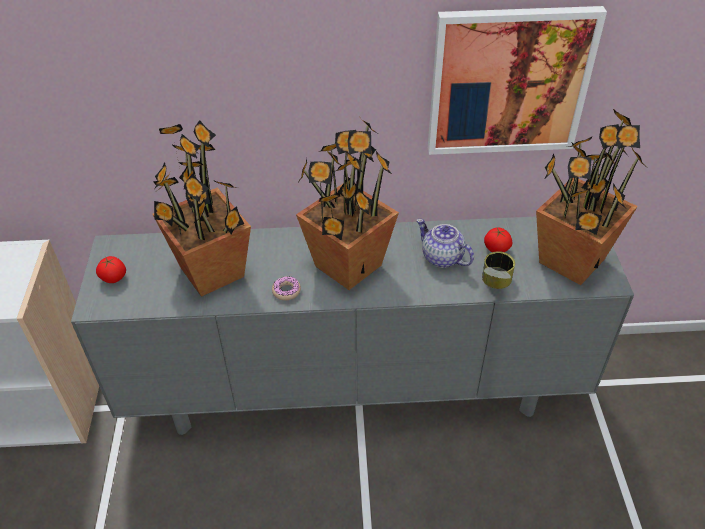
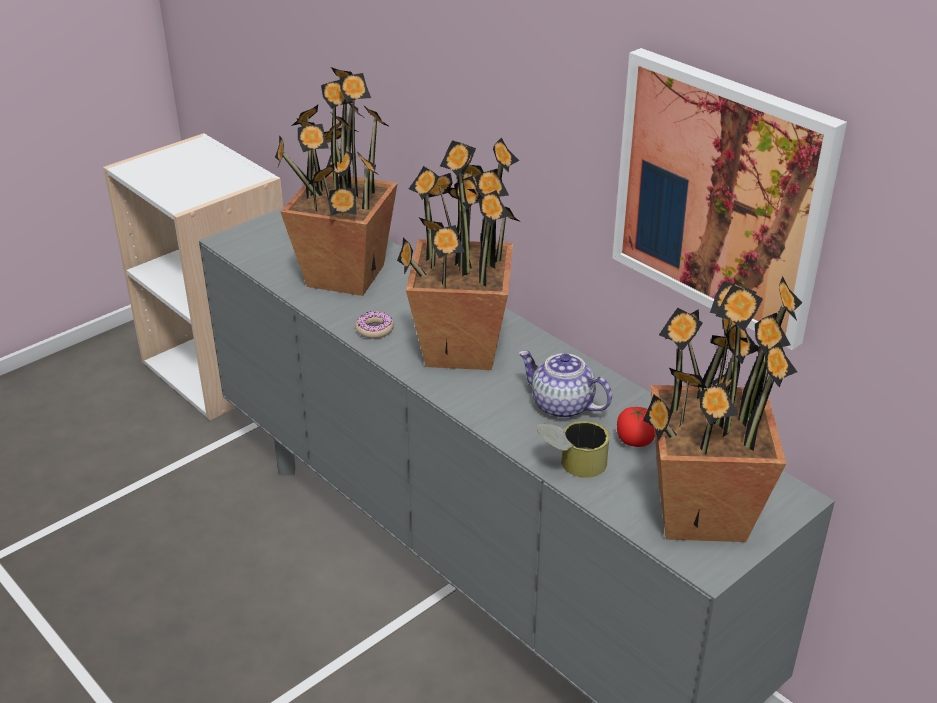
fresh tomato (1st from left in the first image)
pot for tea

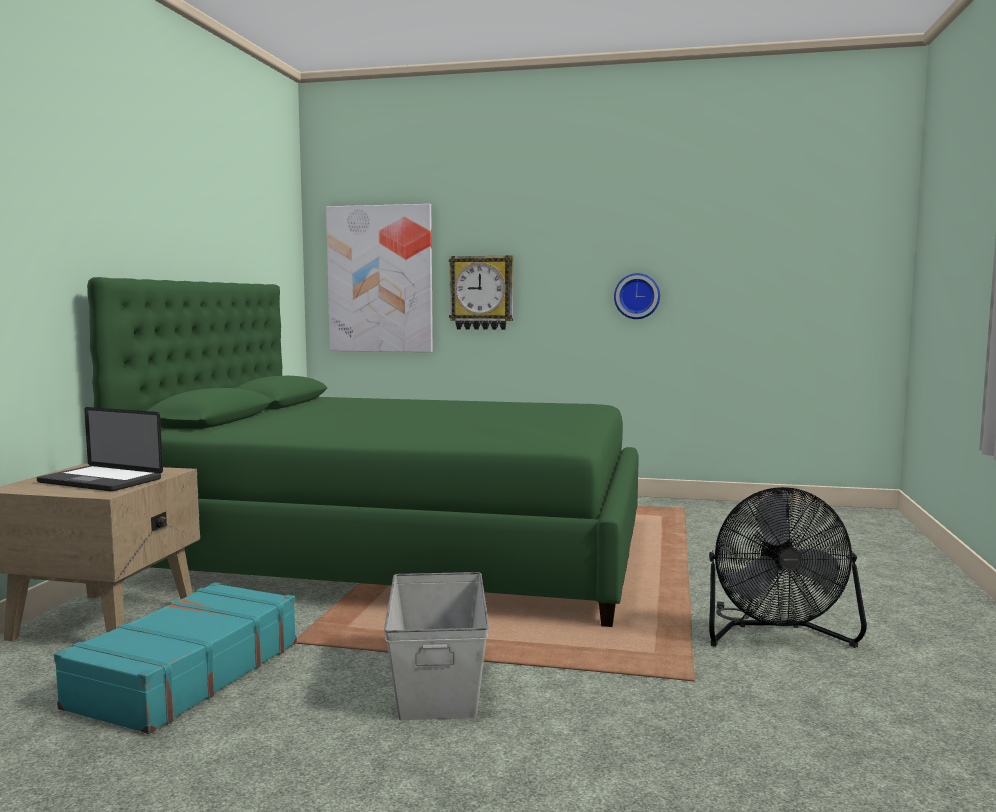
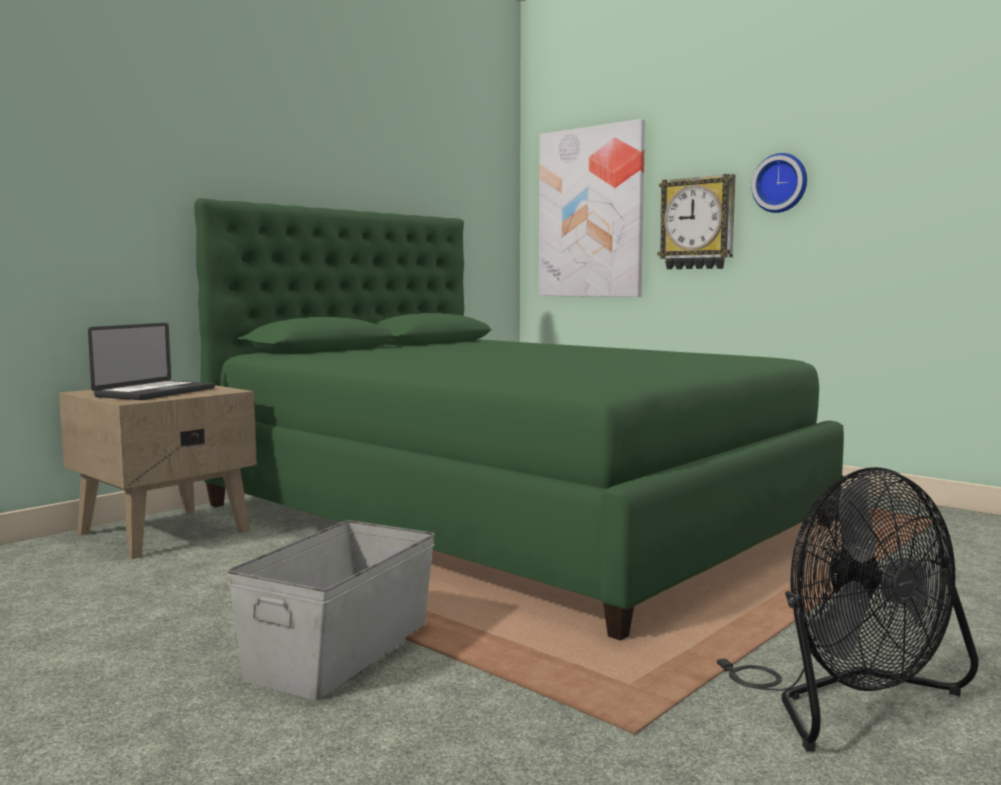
turquoise-coloured travel case
clock on the wall (2nd from left)
laptop
black fan

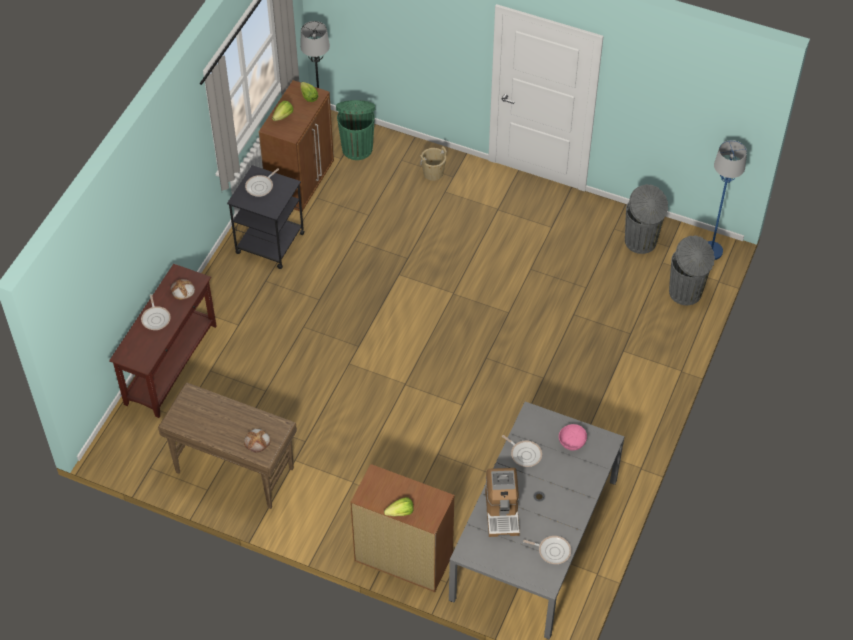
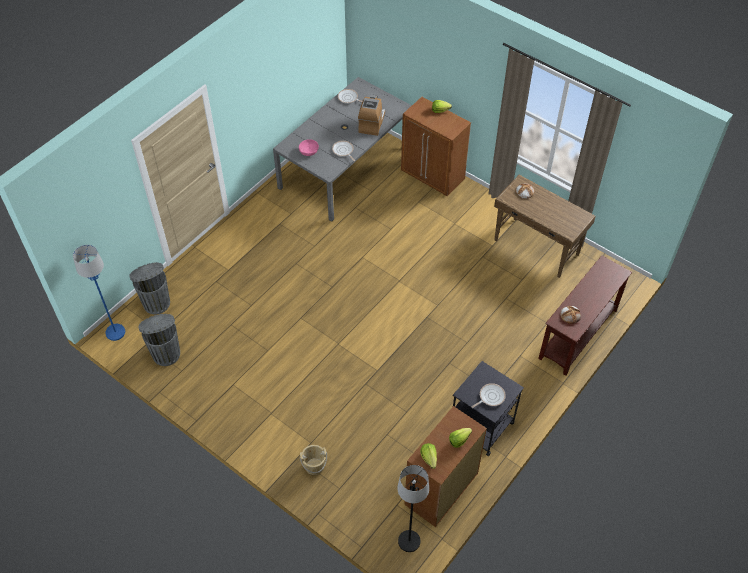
pan (1st from left in the first image)
green-coloured trash can

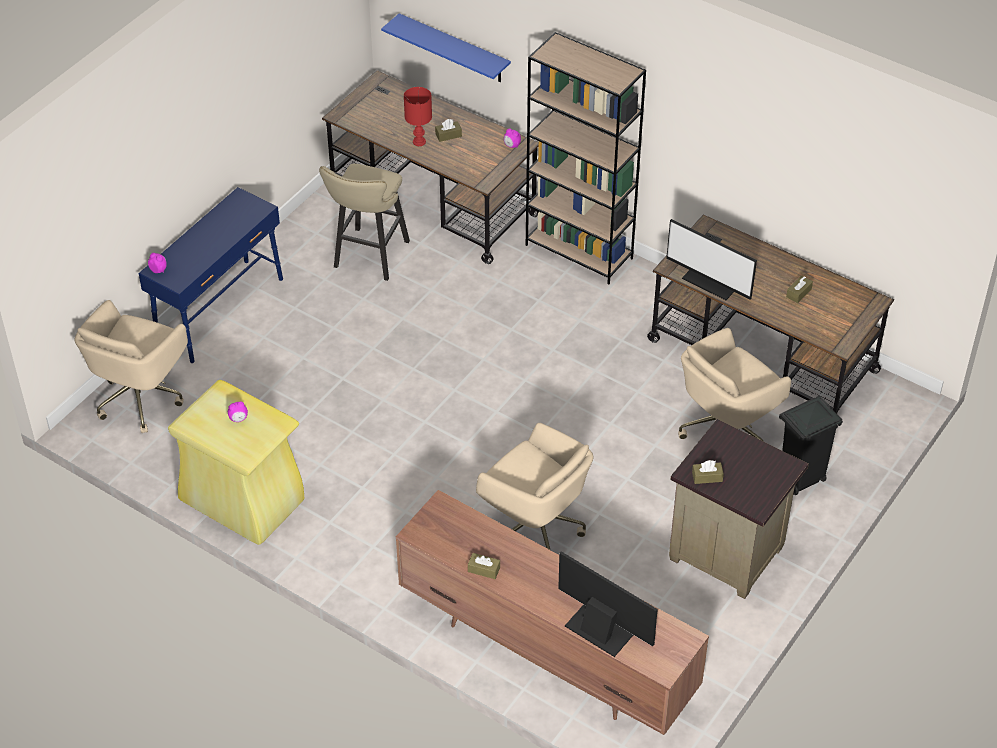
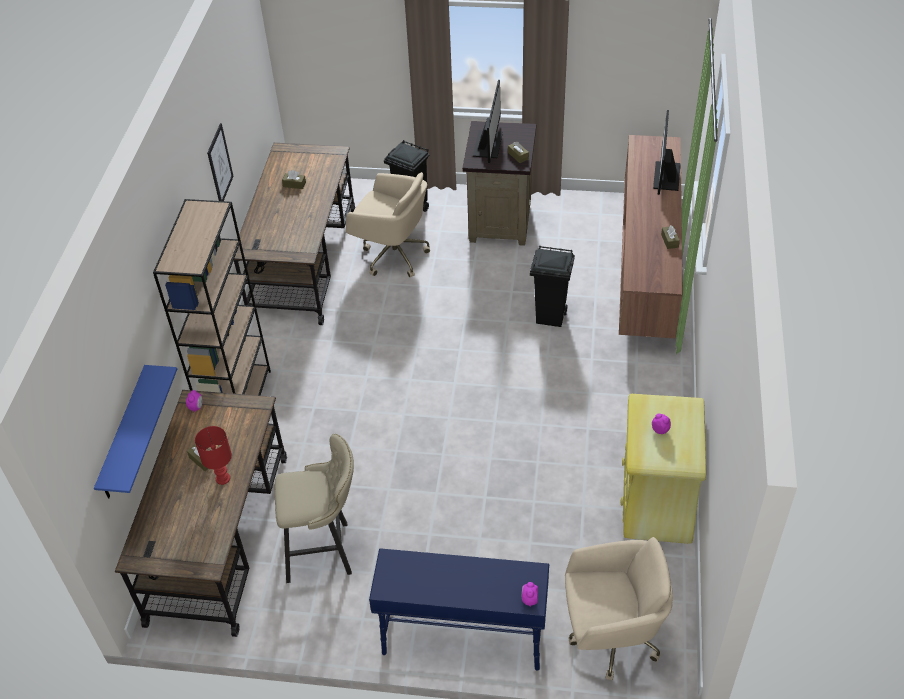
picture
computer display (1st from left)
black trash can (2nd from left)

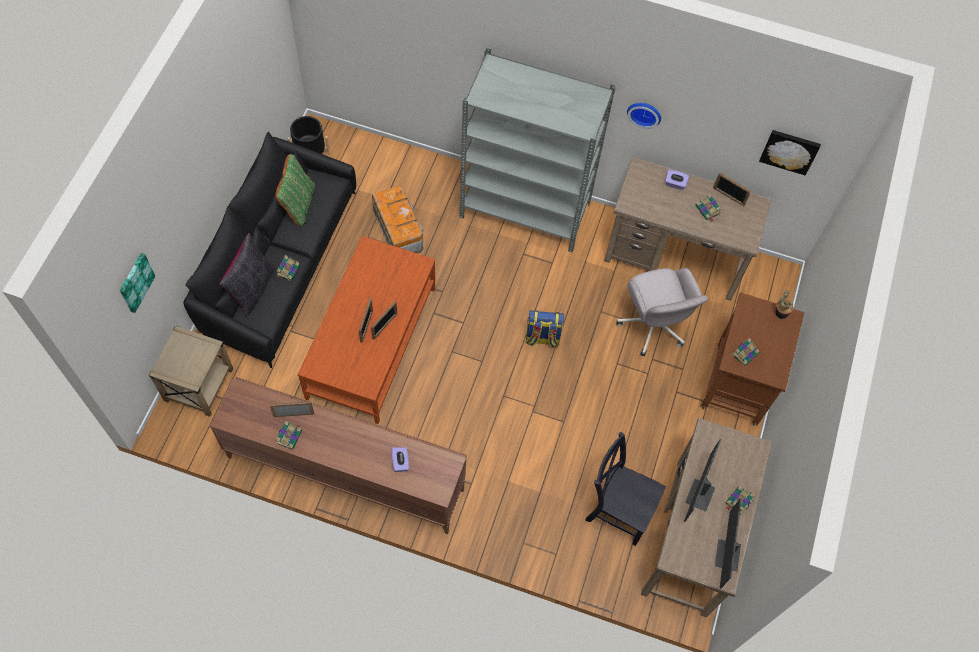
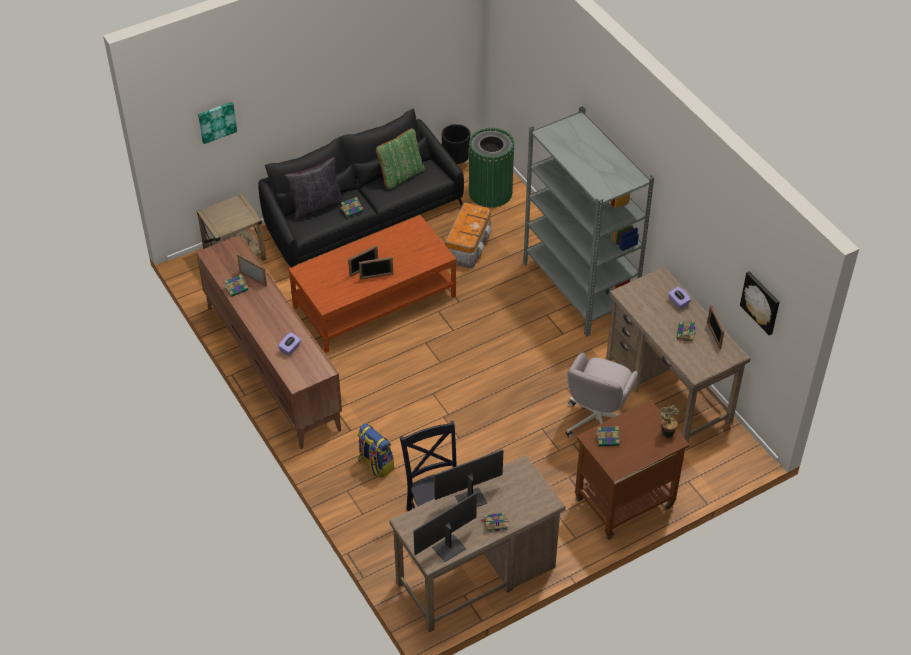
clock on the wall
green-coloured trash can
rucksack

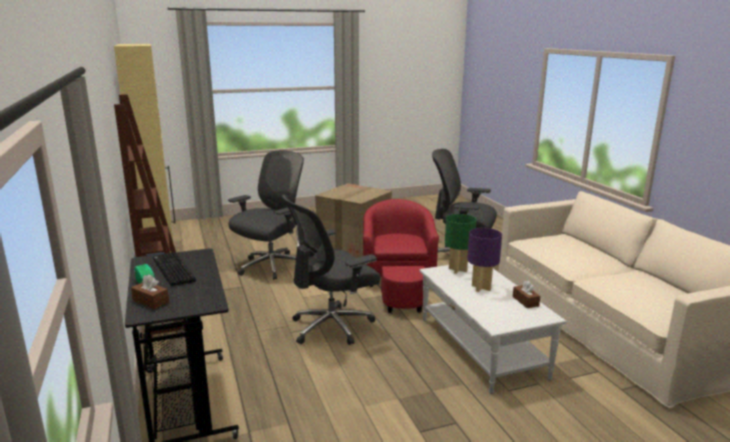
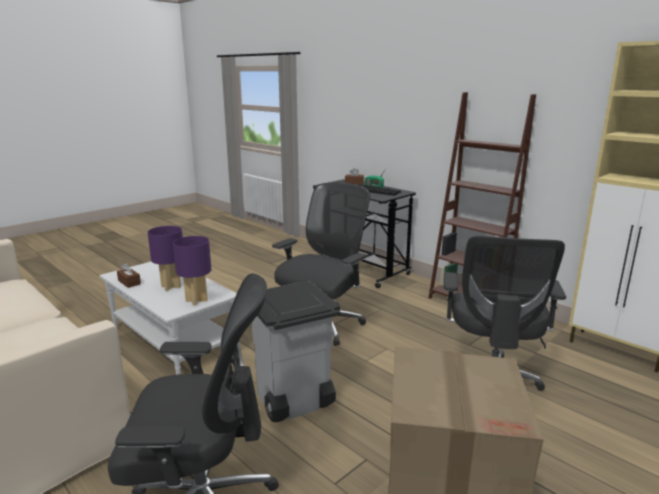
greyish trash can
purplish table lamp (2nd from left)

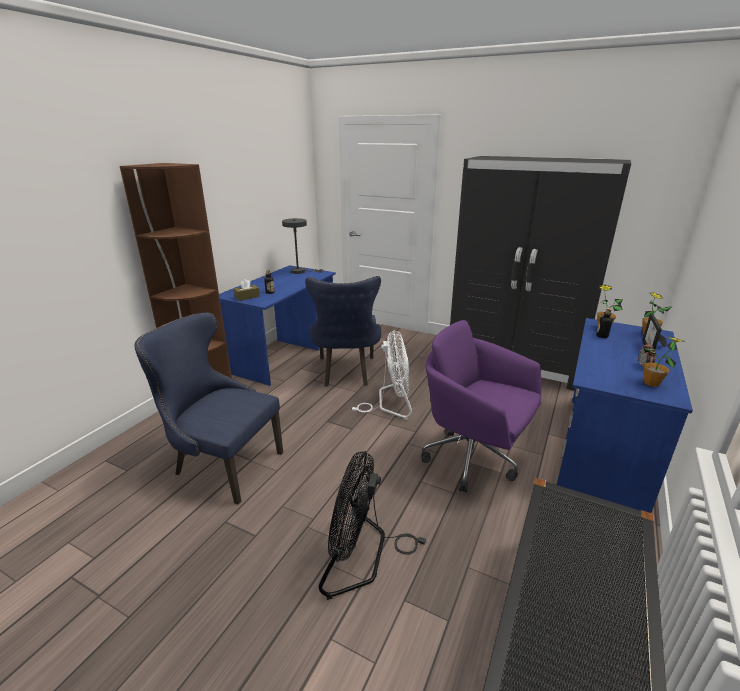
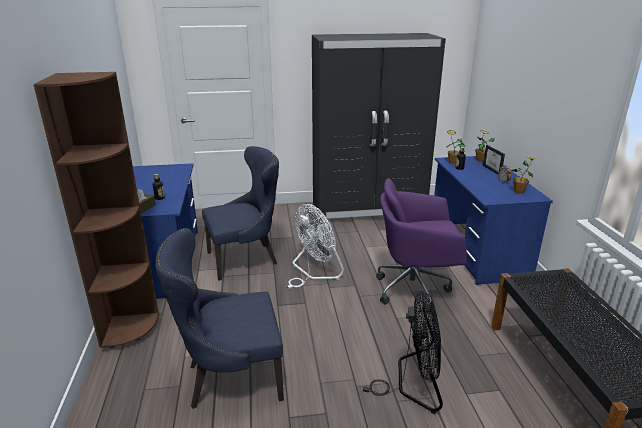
greyish table lamp
blue chair (2nd from left)
black fan

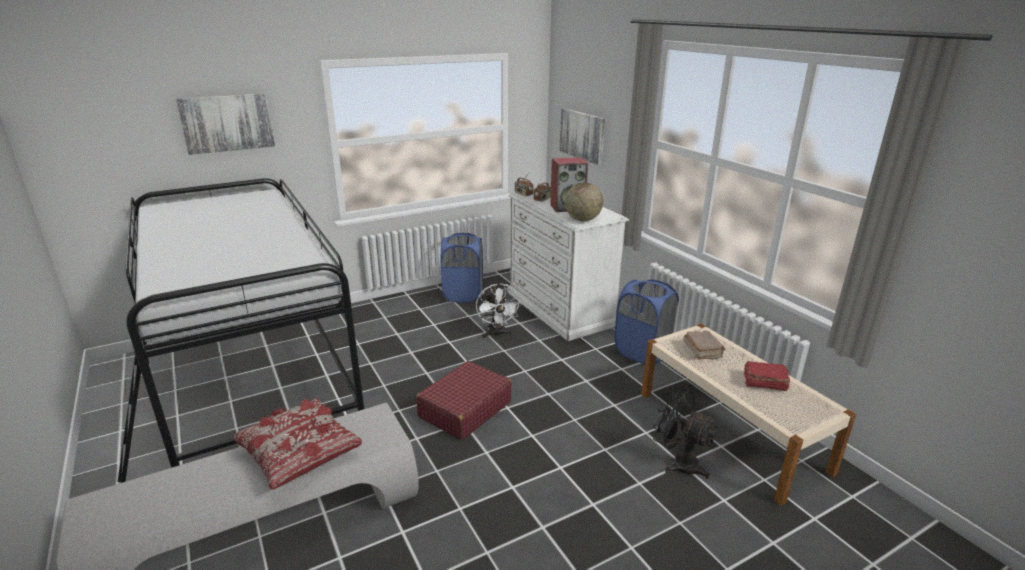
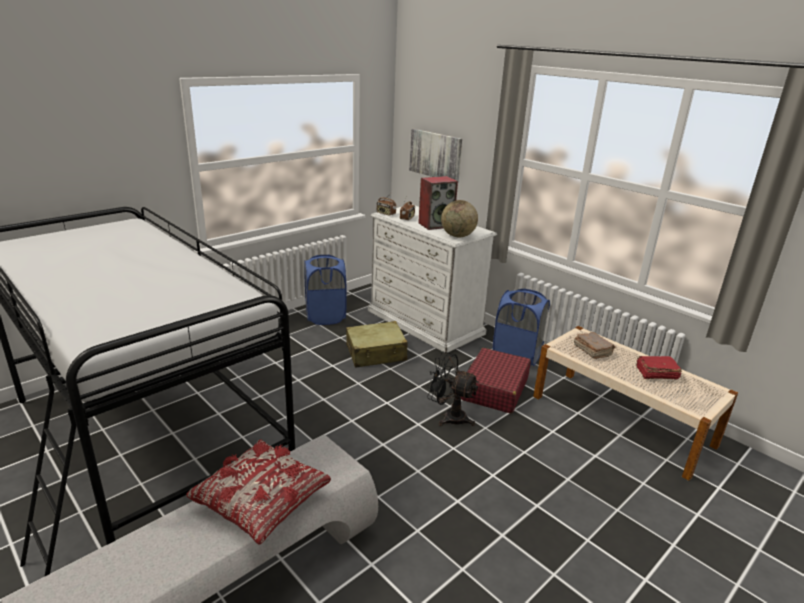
picture (1st from left in the first image)
reddish travel case
black fan
beige travel case

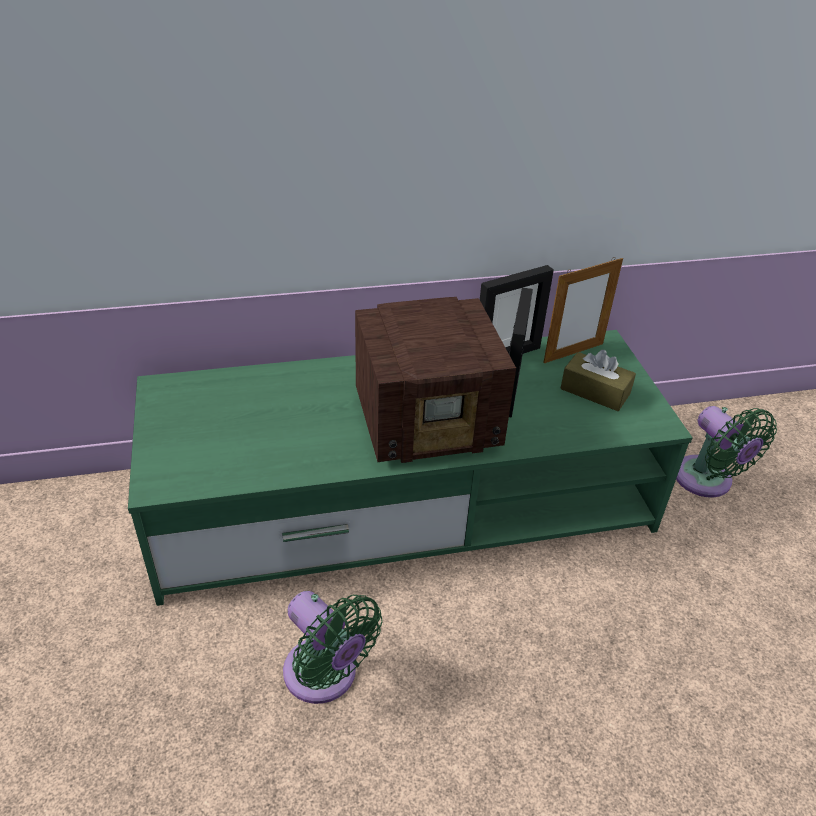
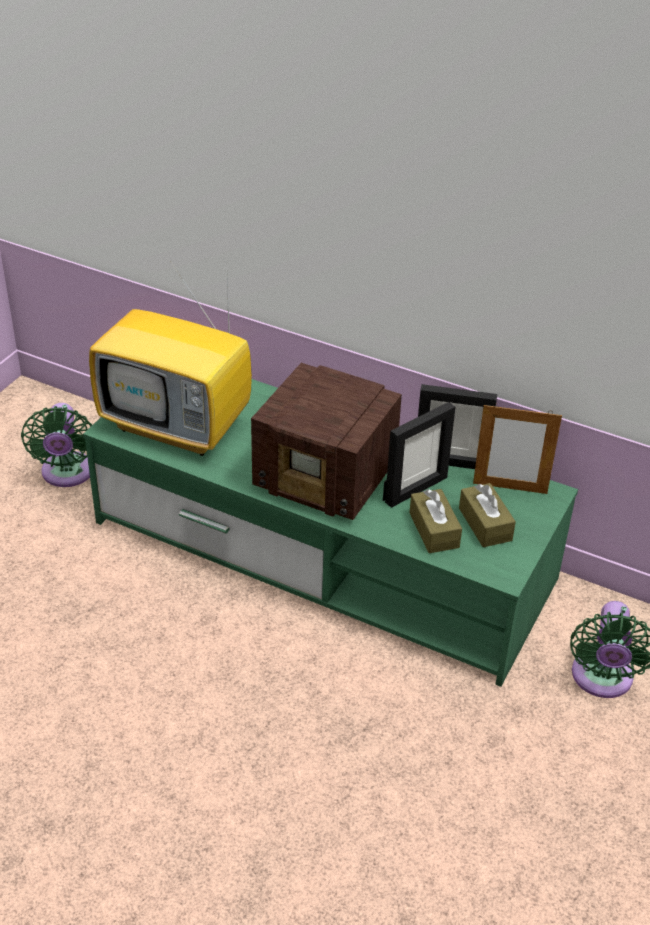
television
brownish tissue holder (1st from left)
green-coloured fan (1st from left)

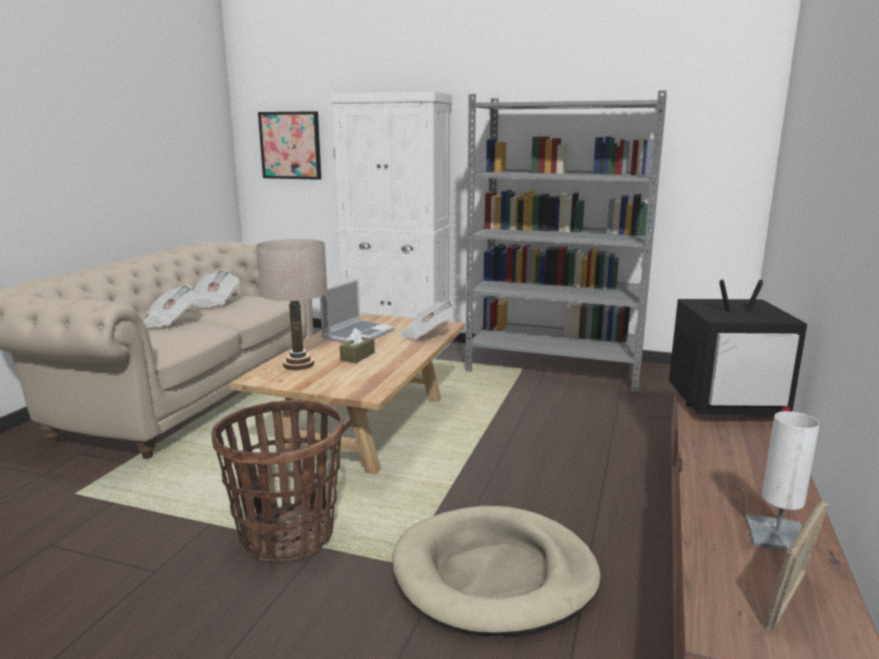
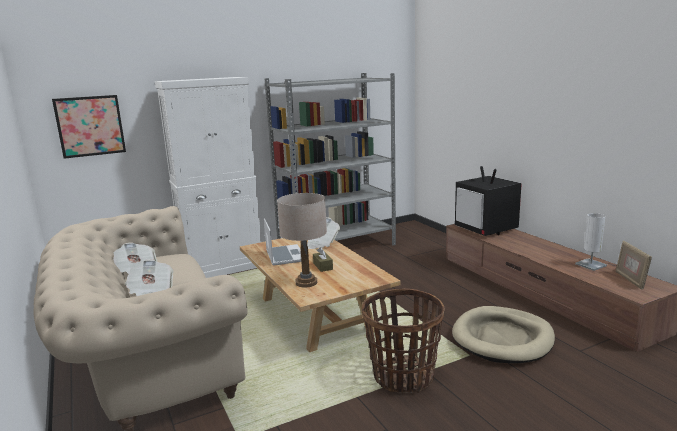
television

